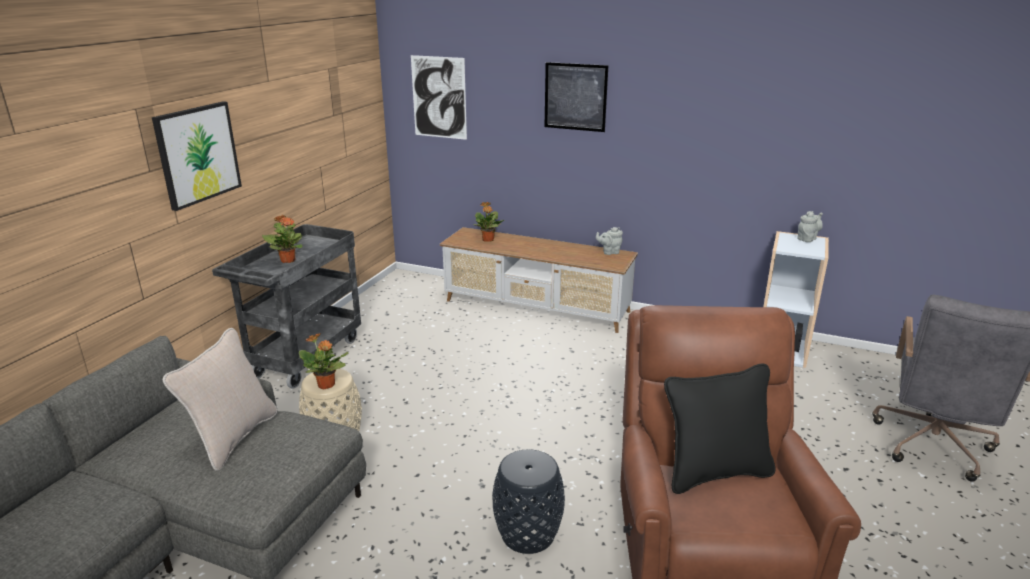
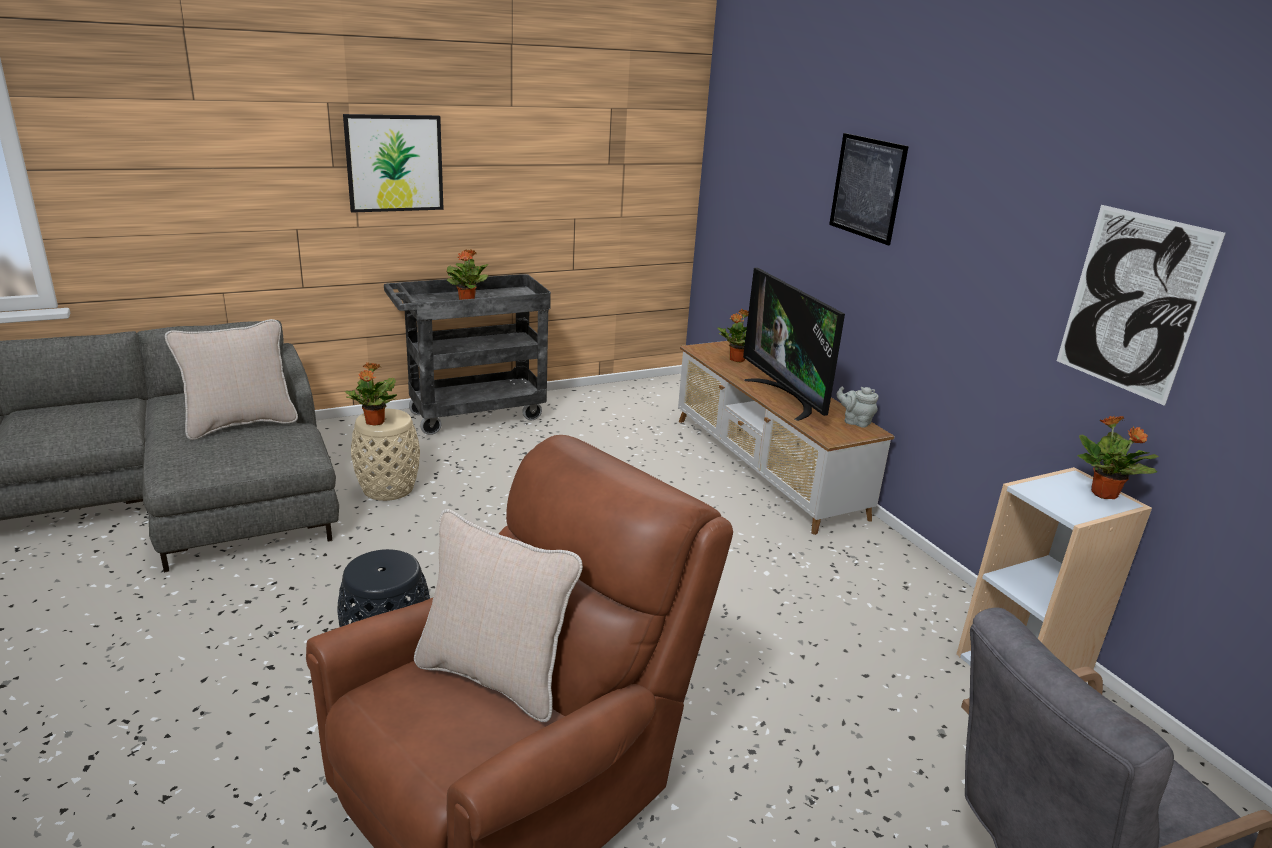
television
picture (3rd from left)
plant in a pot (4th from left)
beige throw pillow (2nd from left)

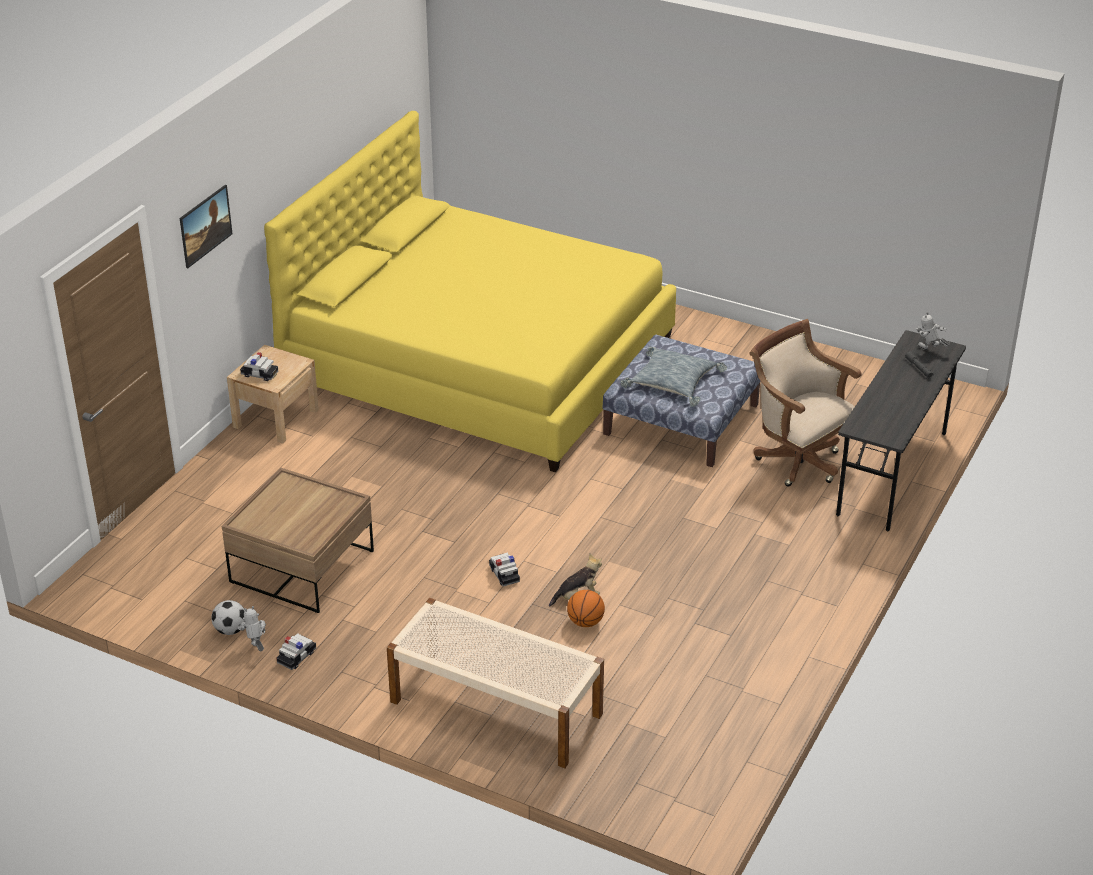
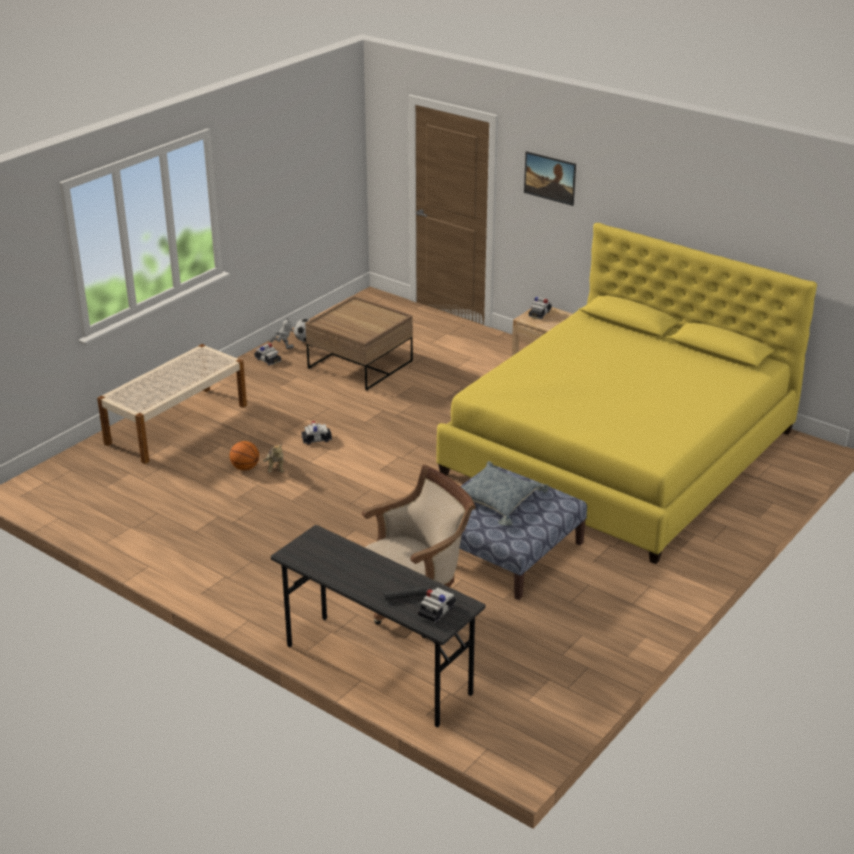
miniature car (3rd from left)

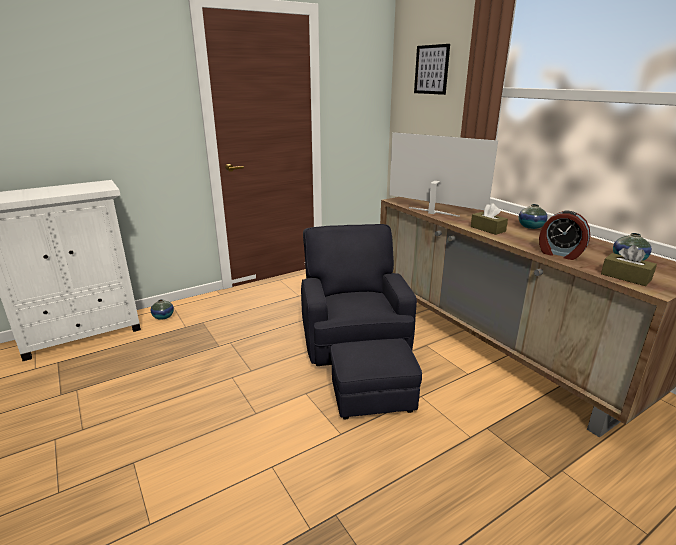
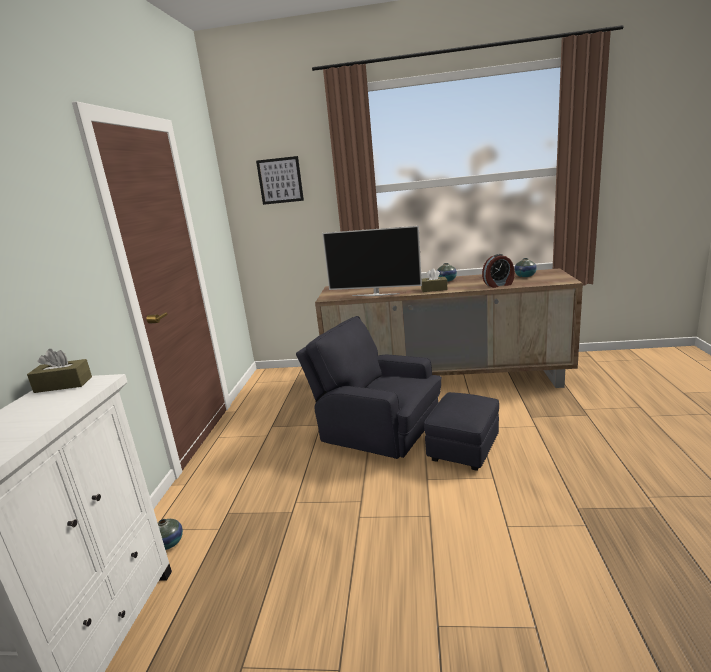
brownish tissue holder (1st from left)
television

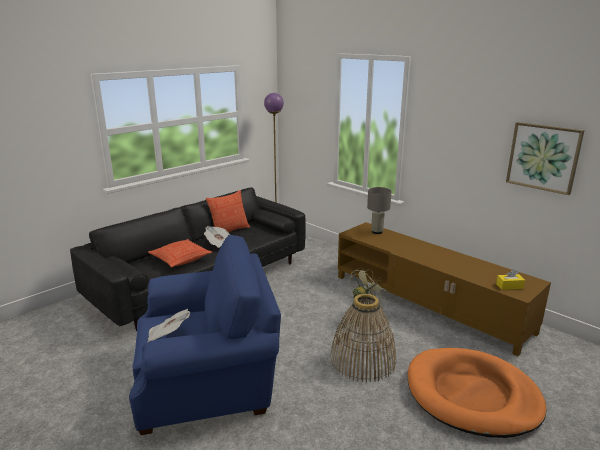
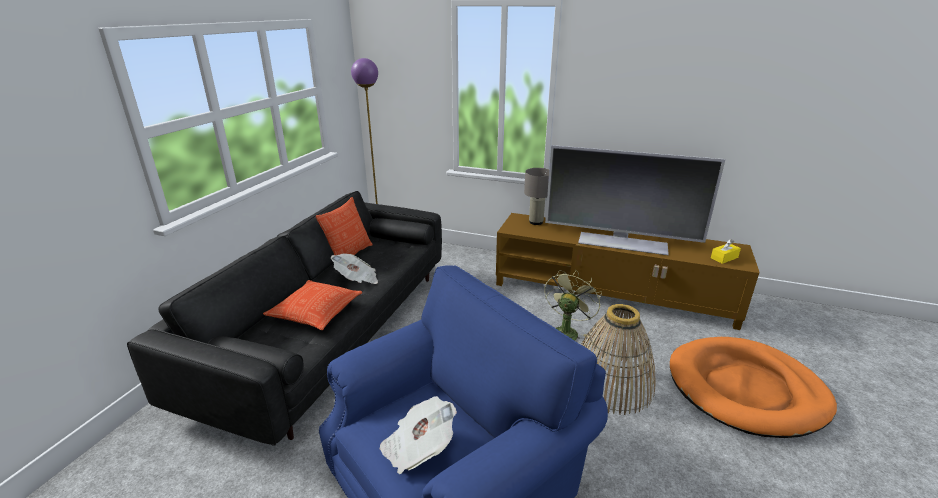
picture
television

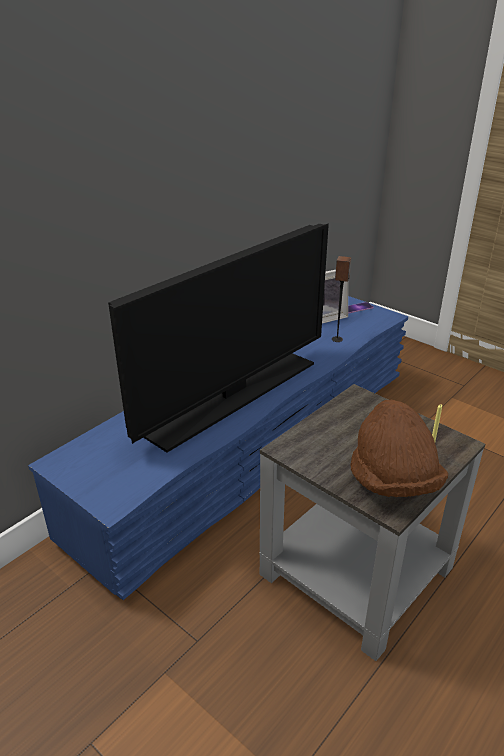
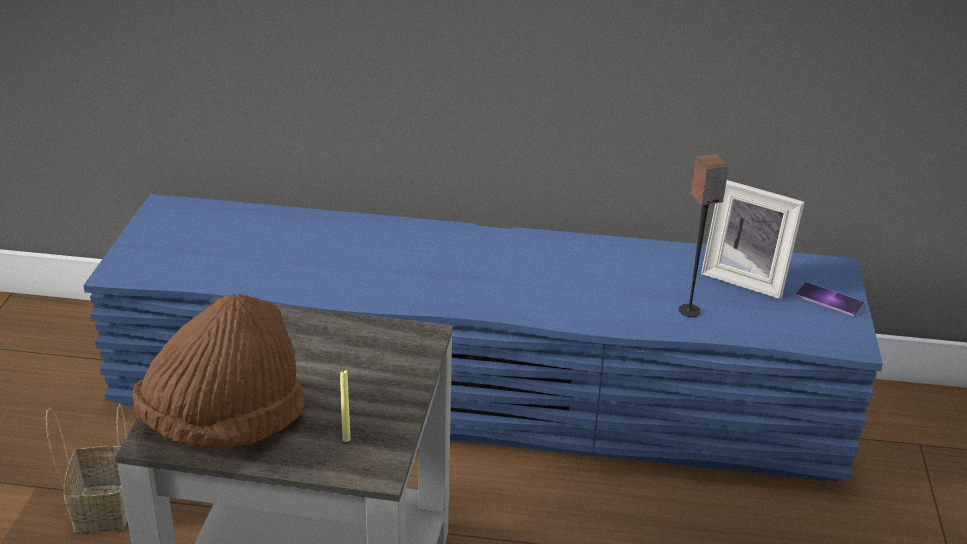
television
basket

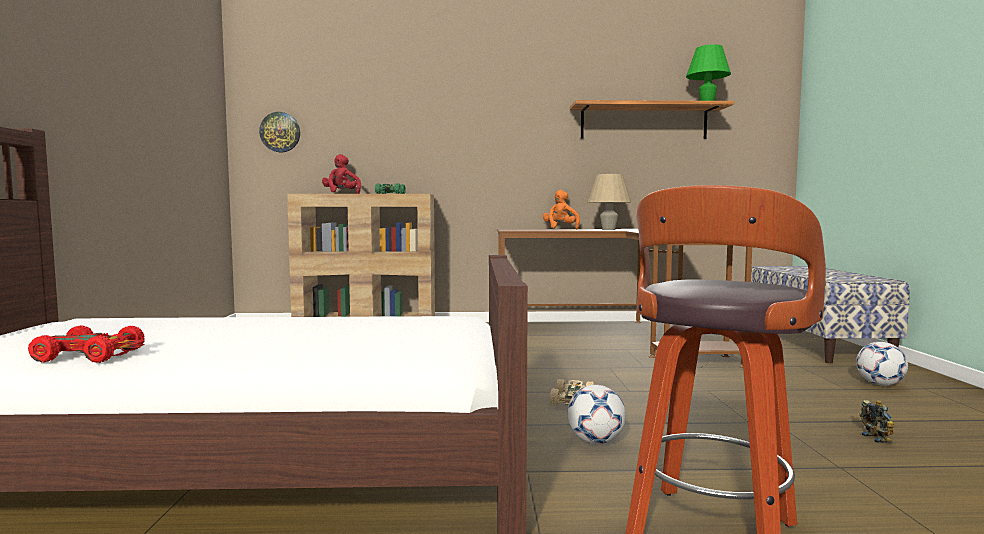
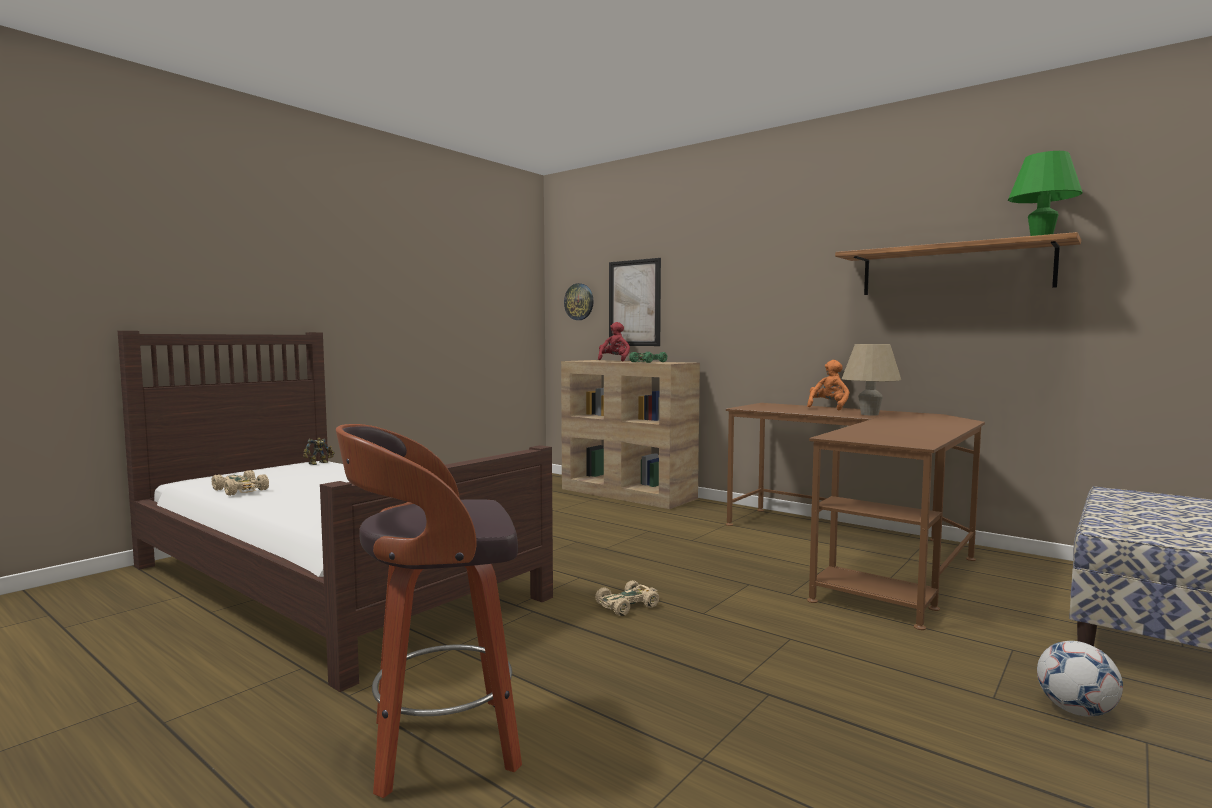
football (1st from left in the first image)
picture
robot figure
beige miniature car (1st from left)

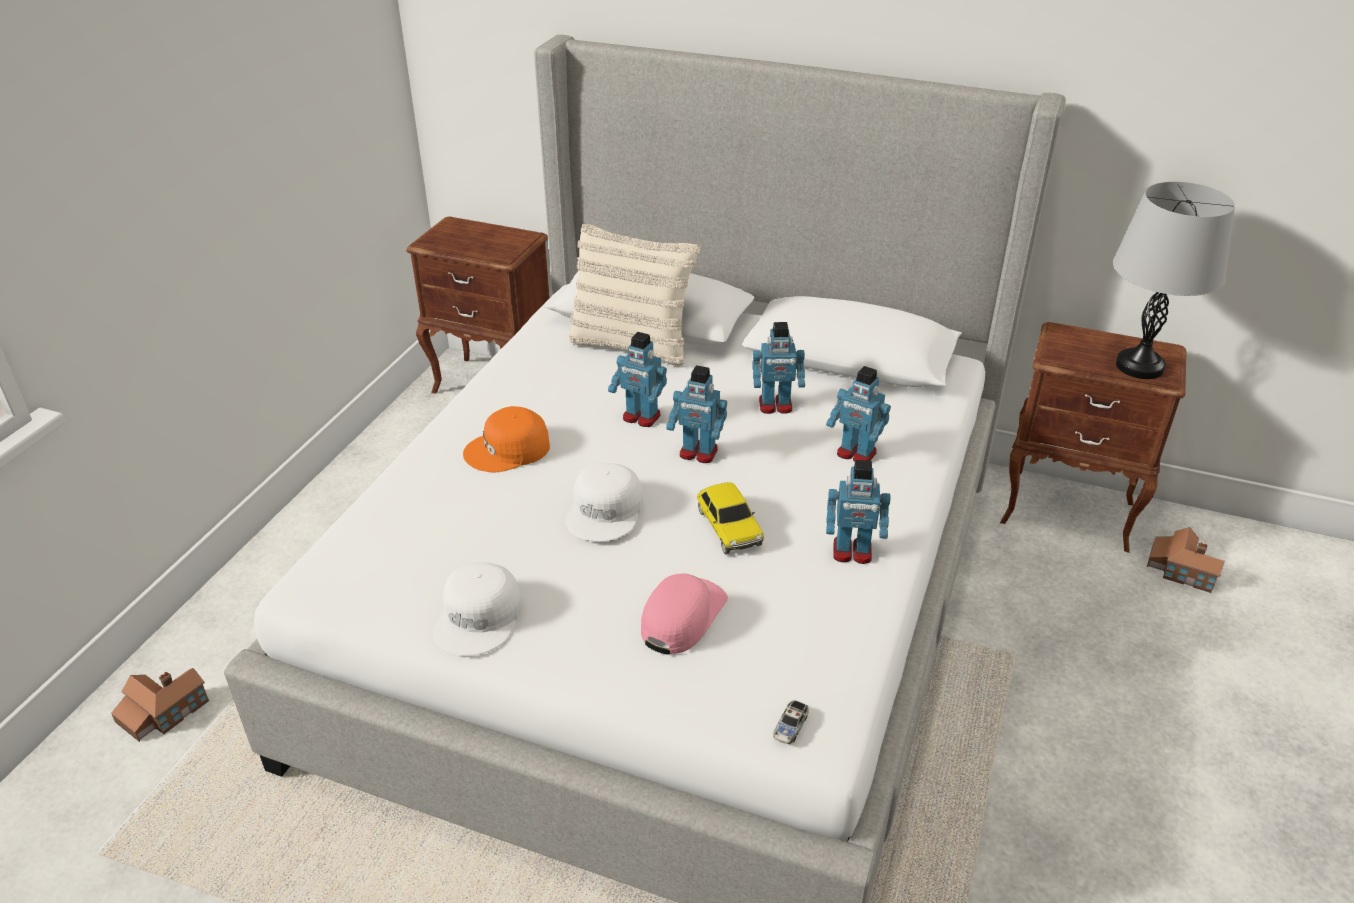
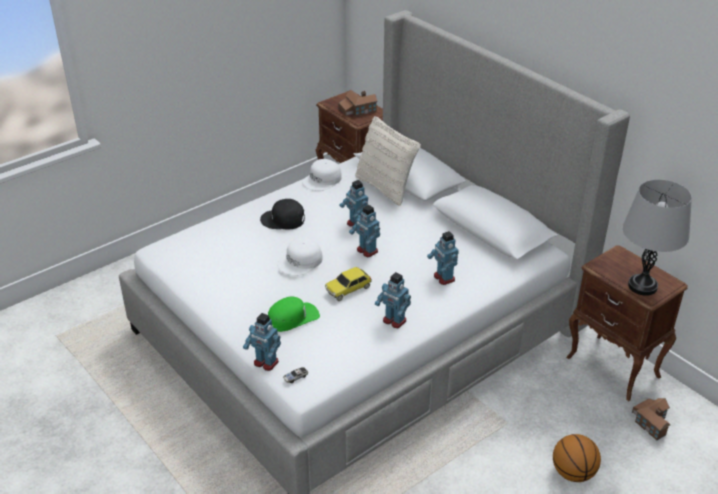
ball for basketball
toy house (1st from left)
whitish peaked cap (2nd from left)
robot figure (1st from left)
black peaked cap
green-coloured peaked cap
miniature car (2nd from left)

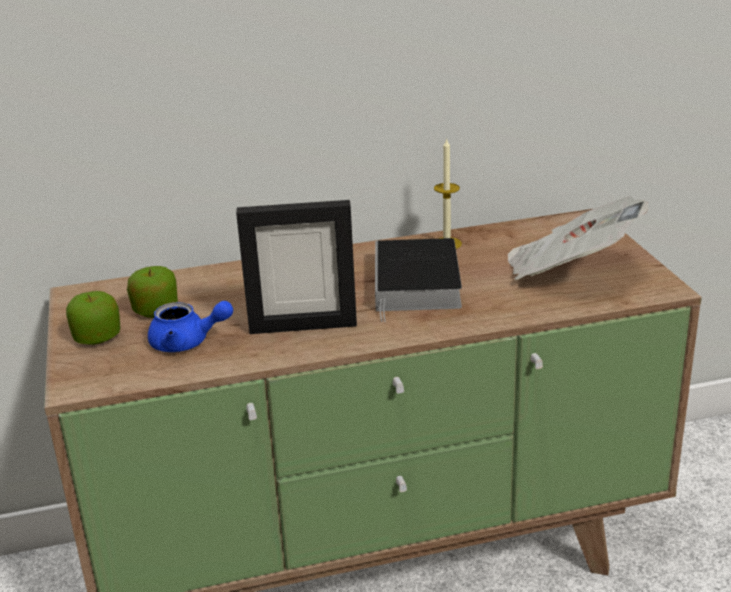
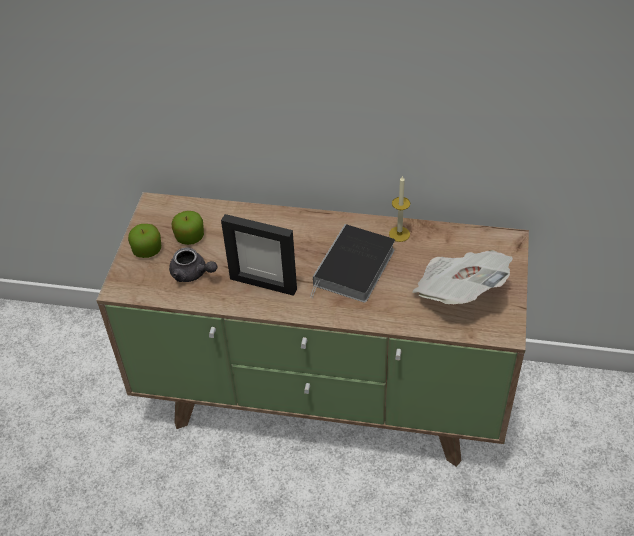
greyish pot for tea

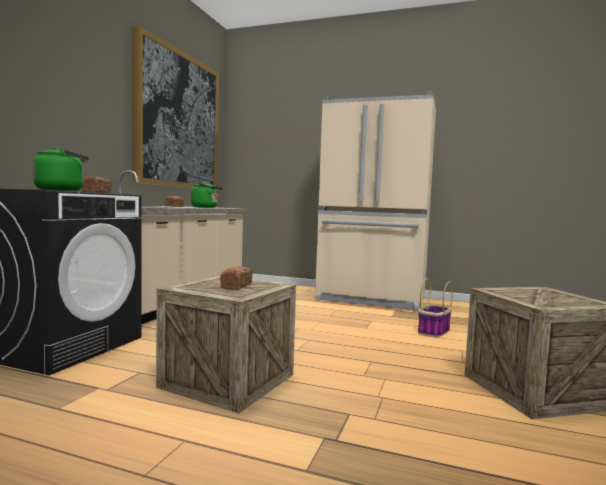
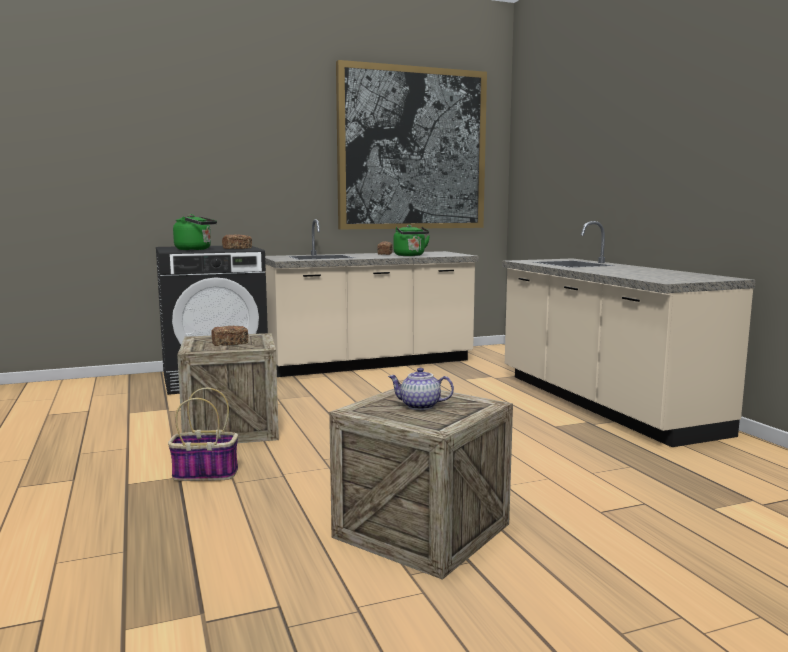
pot for tea
basket
beige kitchen counter (2nd from left)

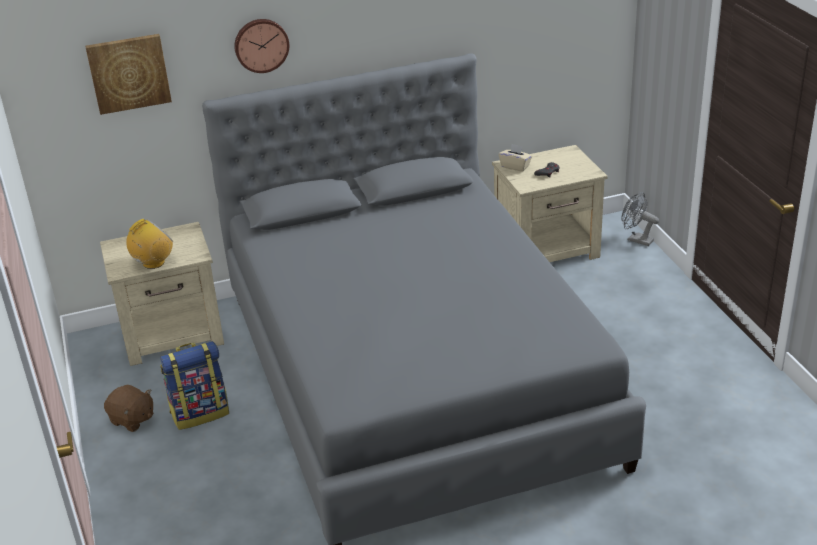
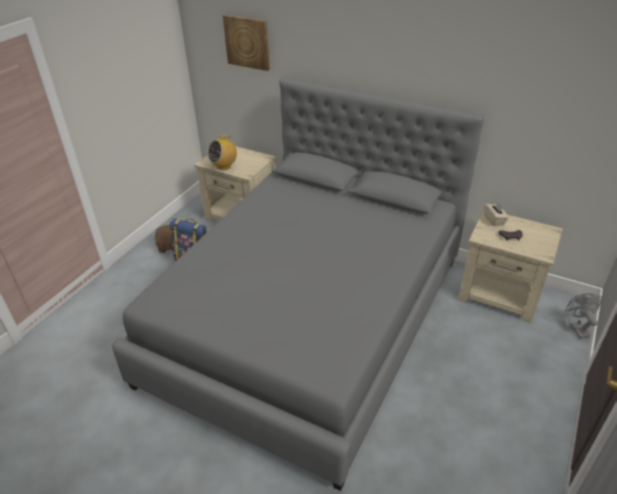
clock on the wall
radio

